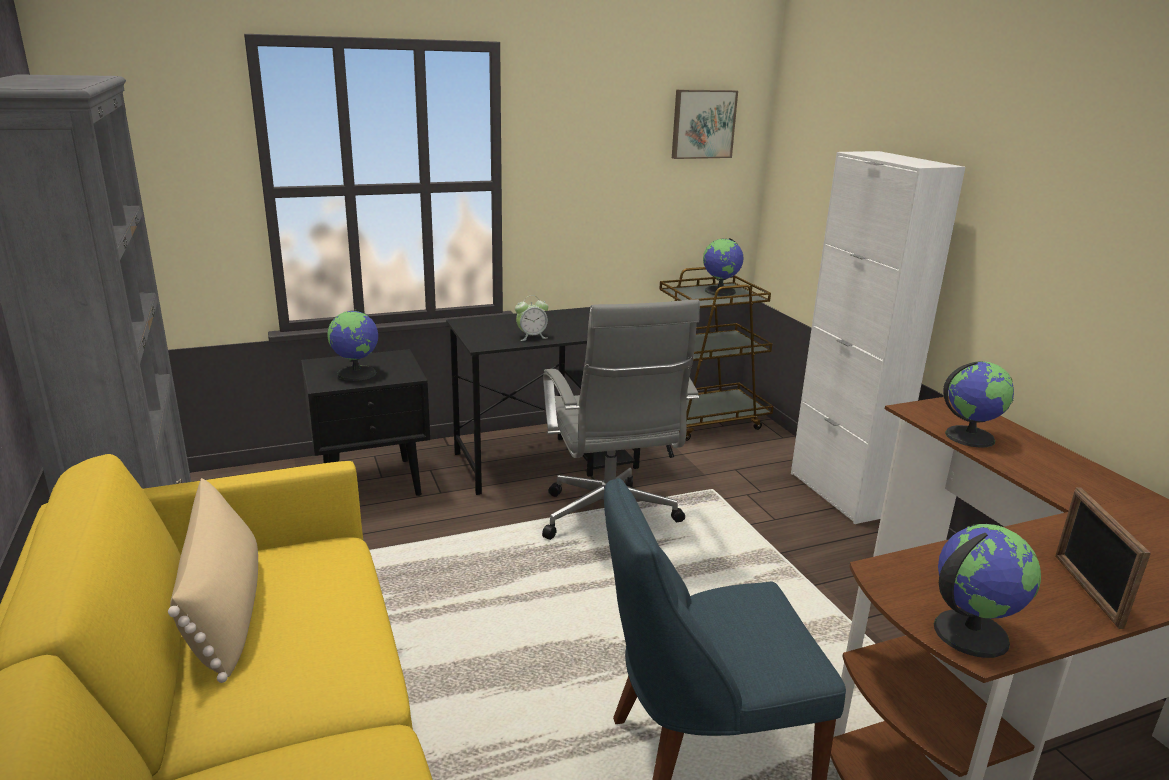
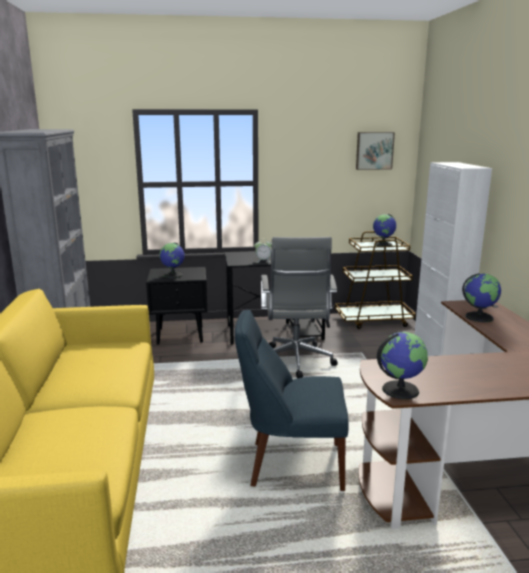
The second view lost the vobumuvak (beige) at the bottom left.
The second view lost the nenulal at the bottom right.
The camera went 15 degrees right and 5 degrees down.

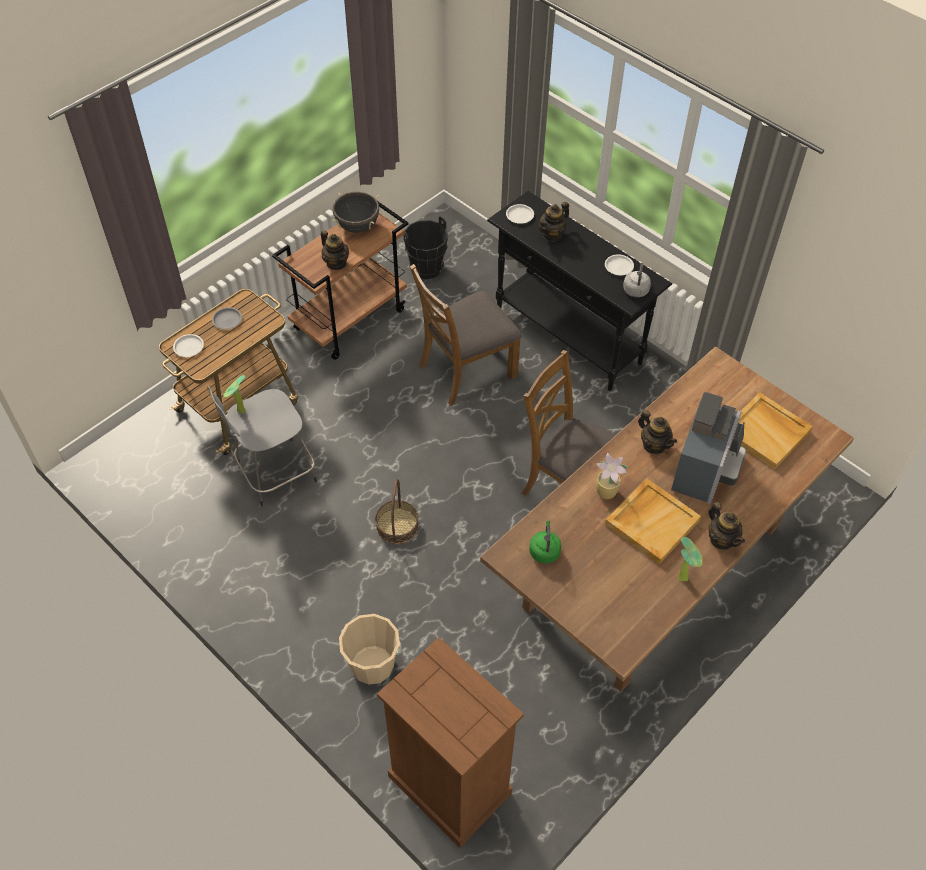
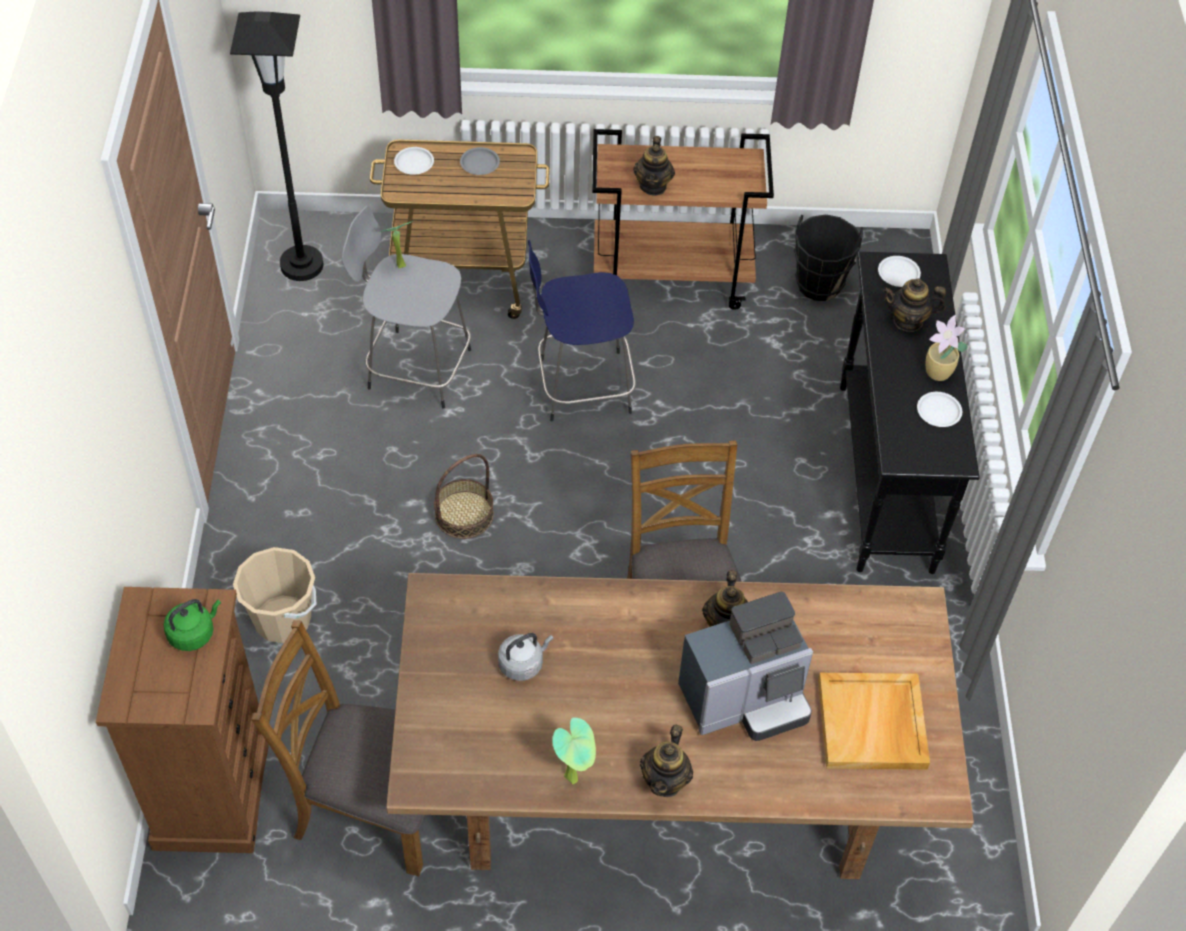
The second view lost the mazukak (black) at the top centre.
The second view lost the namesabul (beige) (no. 1 from left) at the middle right.
The second view gained the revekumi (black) at the top left.
The second view gained the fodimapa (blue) at the centre.
The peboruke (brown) (no. 1 from left) ended up elsewhere, having gone from the centre to the bottom left.
The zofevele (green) ended up elsewhere, having gone from the centre to the bottom left.
The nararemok (no. 2 from left in the first image) ended up elsewhere, having gone from the centre to the middle right.
The zofevele (grey) ended up elsewhere, having gone from the top right to the bottom centre.
The camera went 45 degrees right and 0 degrees up.

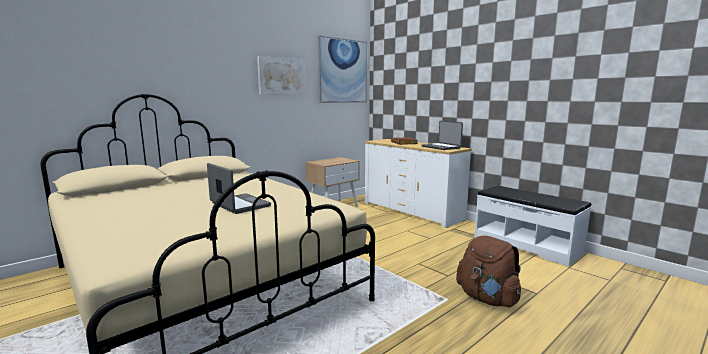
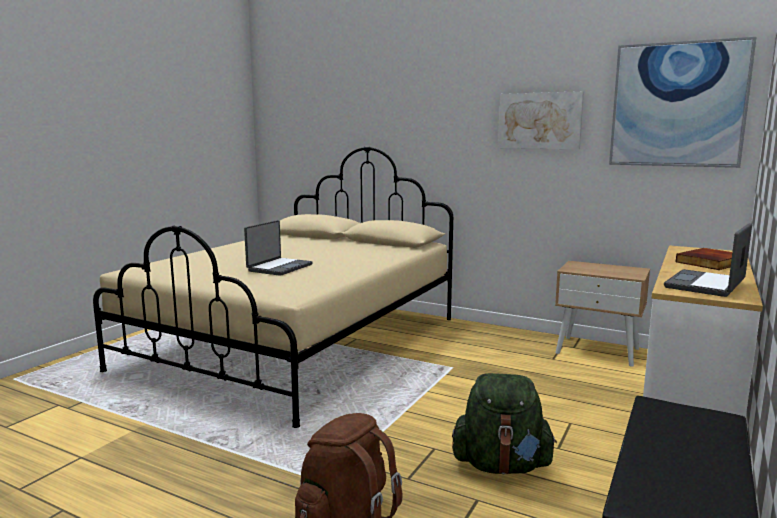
The second view gained the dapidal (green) at the bottom centre.
The camera went 70 degrees right and 0 degrees up.

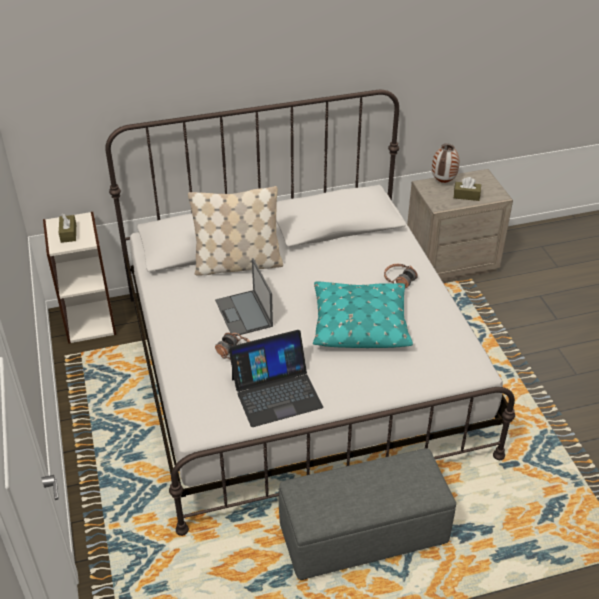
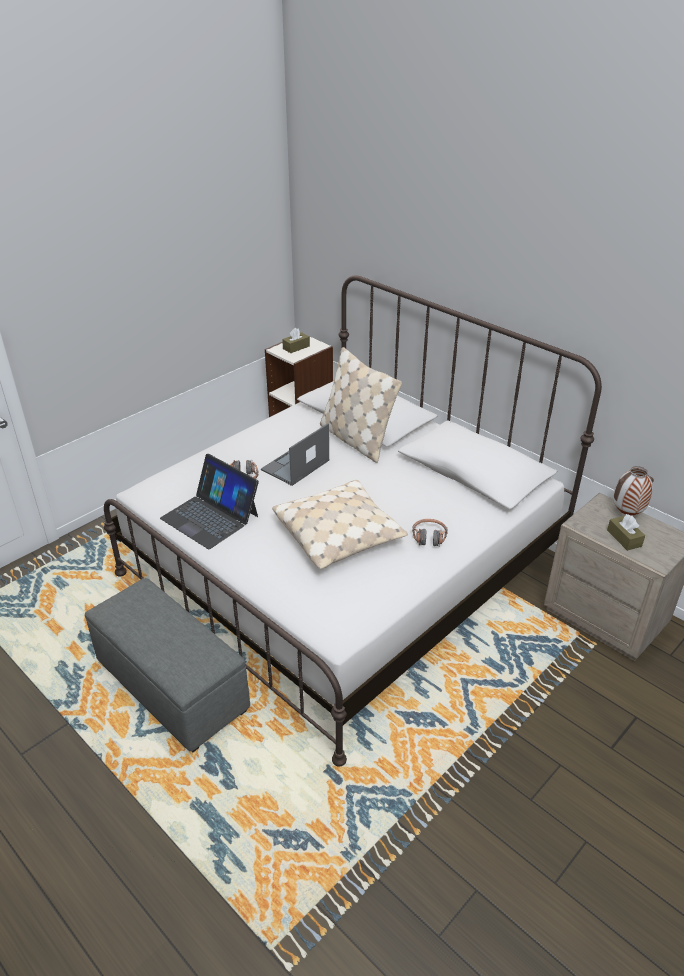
What was the vobumuvak (turquoise) at the centre turned into the vobumuvak (beige) (no. 1 from left) at the centre.
The camera went 60 degrees right and 5 degrees down.

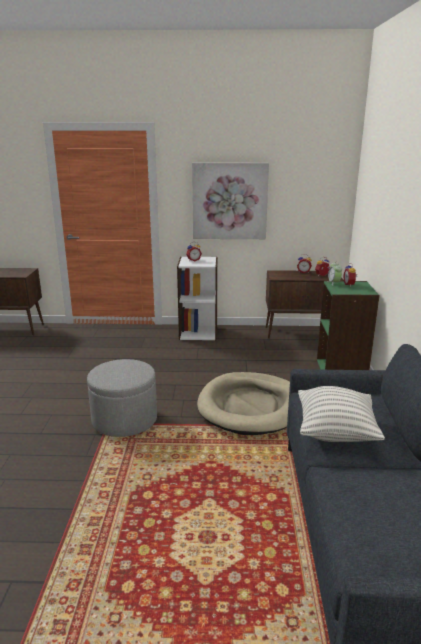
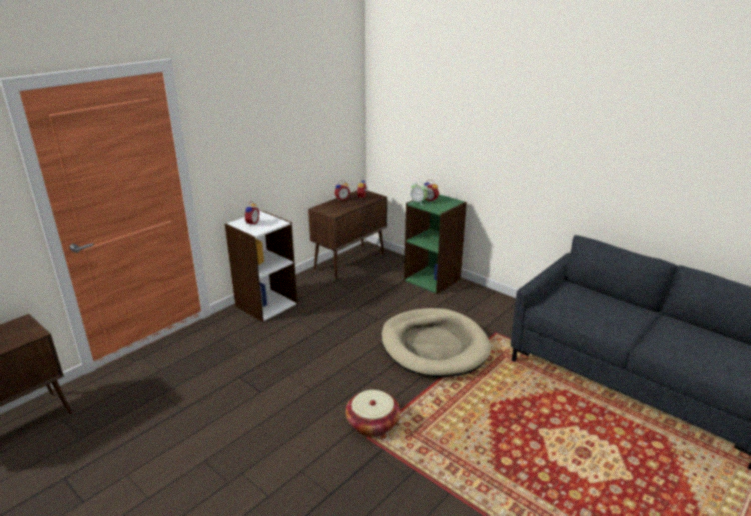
The second view lost the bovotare at the top centre.
The second view lost the vobumuvak at the middle right.
Where the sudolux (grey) stood at the middle left, the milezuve came to stand at the bottom centre.
The camera went 50 degrees left and 5 degrees up.

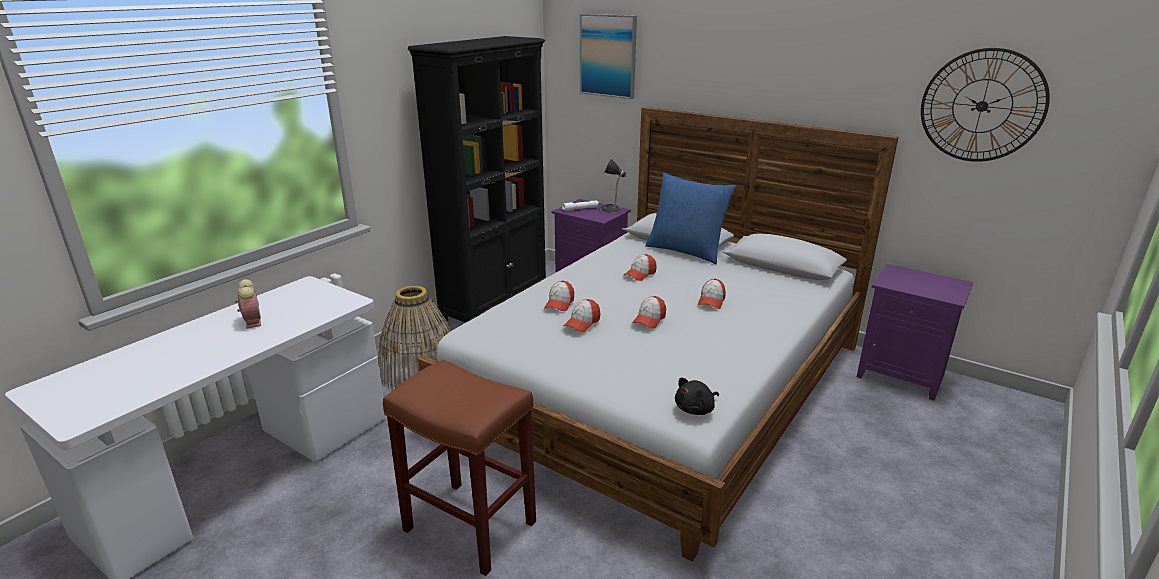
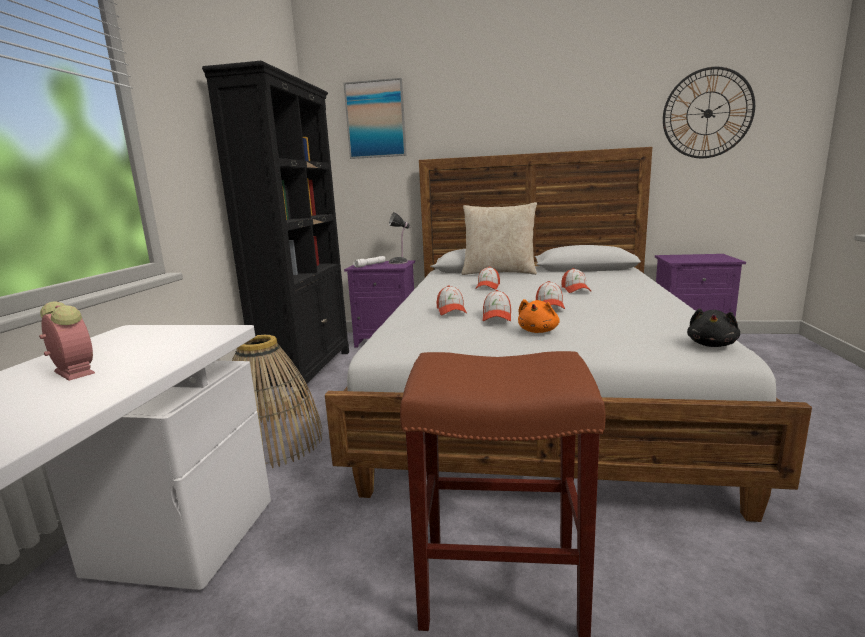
The second view gained the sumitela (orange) at the centre.
What was the vobumuvak (blue) at the centre turned into the vobumuvak (beige) at the centre.
The camera went 25 degrees left and 10 degrees down.

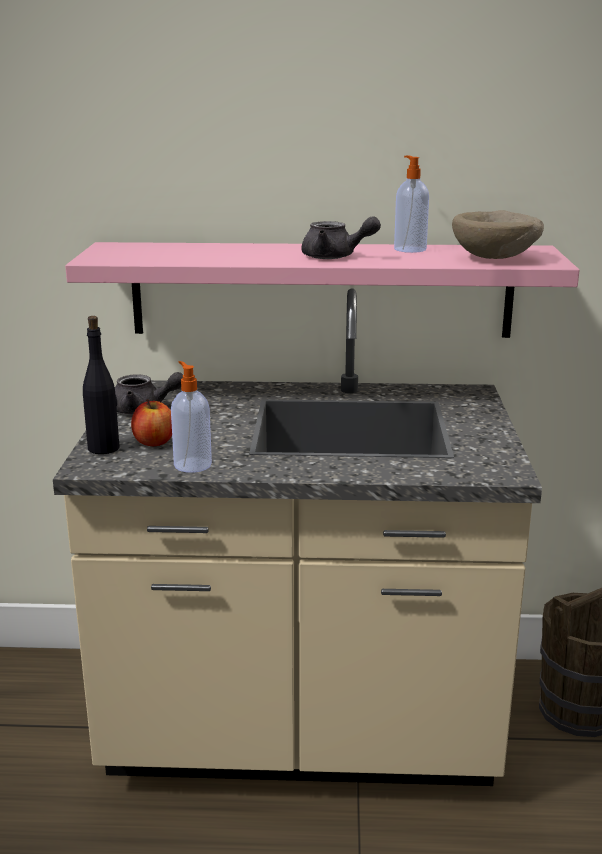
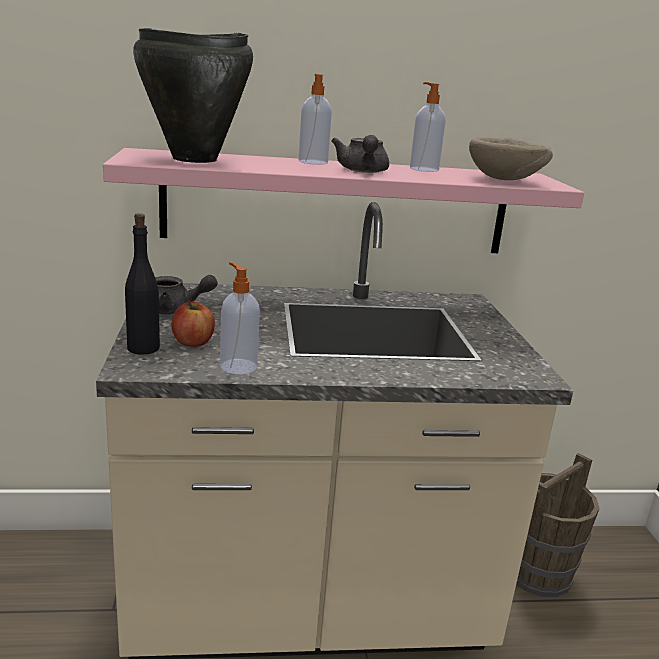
The second view gained the mazukak (black) at the top left.
The second view gained the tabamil (no. 2 from left) at the top centre.
The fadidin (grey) (no. 2 from left) at the top centre ended up facing another way, 75 degrees clockwise from before.
The camera went 10 degrees left and 0 degrees up.

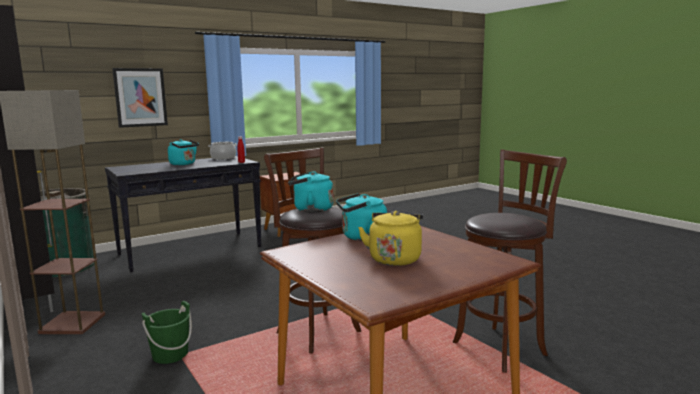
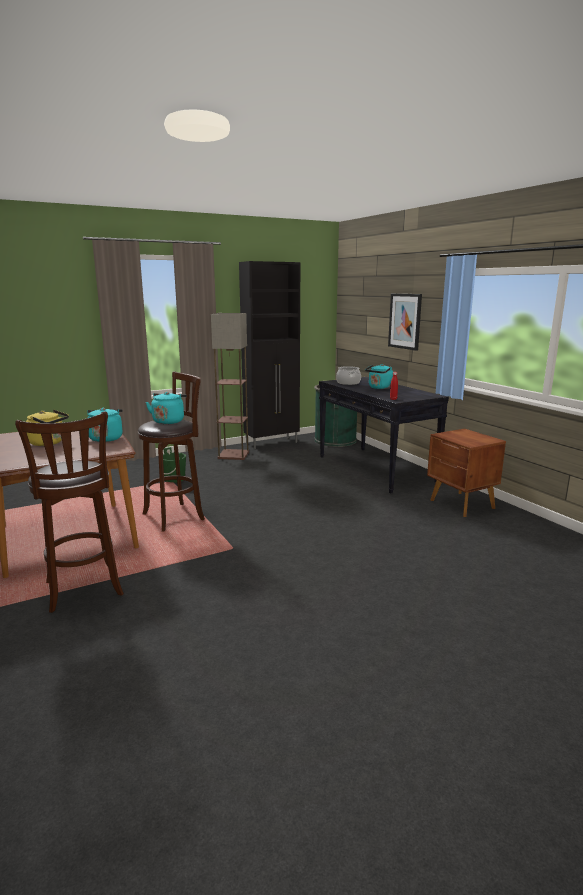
The mazukak ended up elsewhere, having gone from the middle left to the centre.
The camera went 95 degrees right and 5 degrees up.

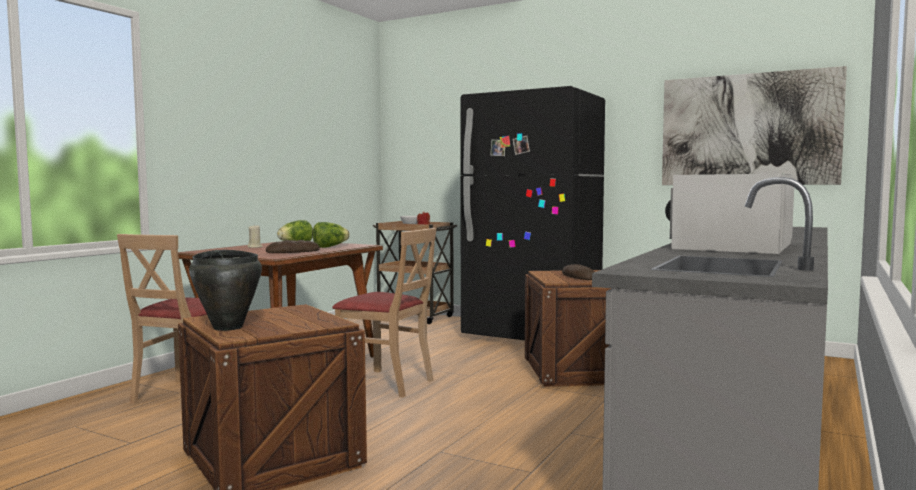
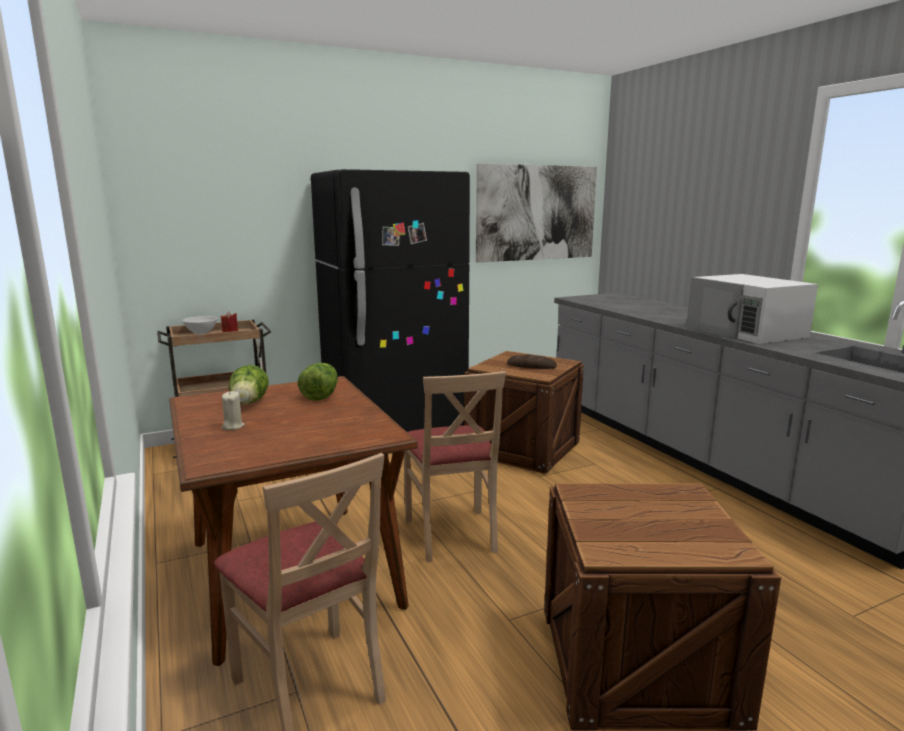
The second view lost the mazukak (black) at the middle left.
The second view lost the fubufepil (no. 1 from left) at the middle left.
The peboruke (beige) (no. 2 from left) at the centre ended up facing another way, 105 degrees clockwise from before.
The camera went 55 degrees left and 10 degrees up.

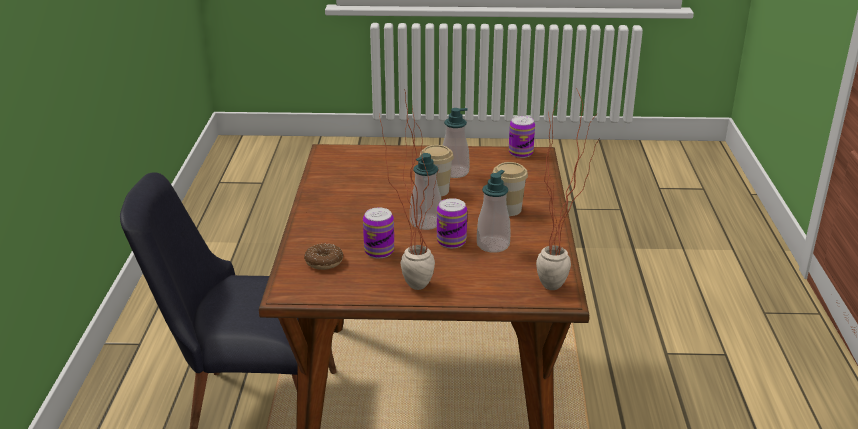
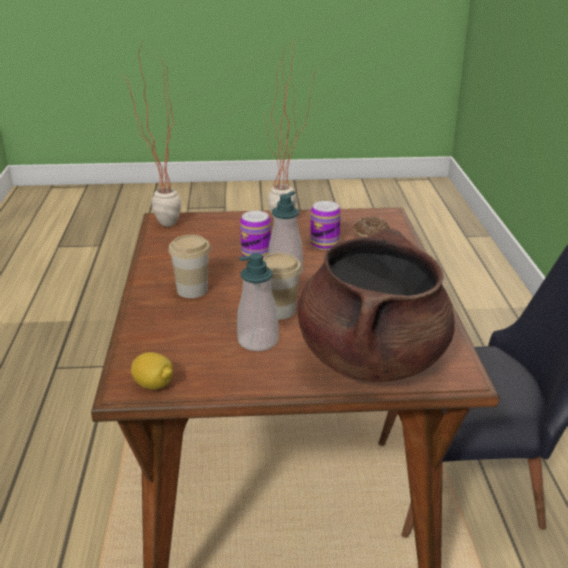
The second view lost the tabamil (no. 3 from left) at the centre.
The second view gained the mazukak (brown) at the centre.
Where the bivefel (no. 3 from left) stood at the top centre, the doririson came to stand at the middle left.
The camera went 175 degrees right and 0 degrees up.

